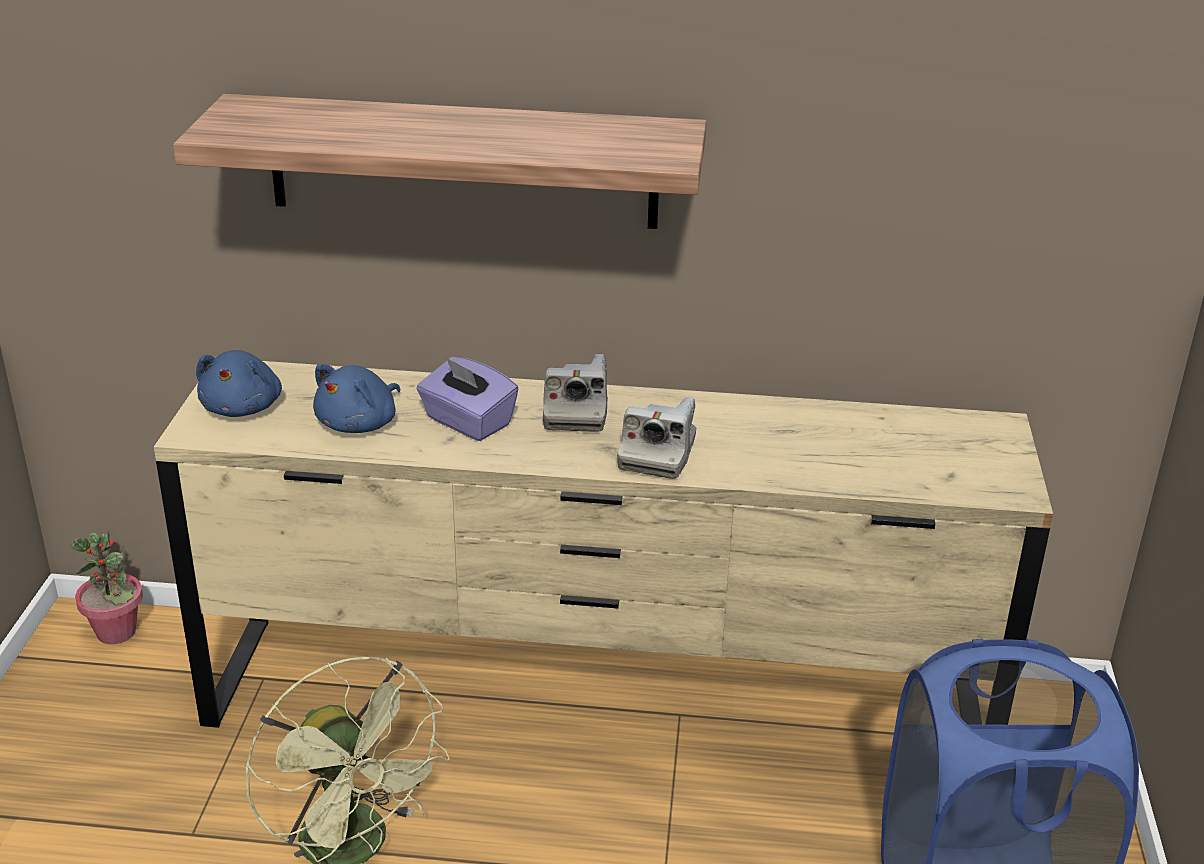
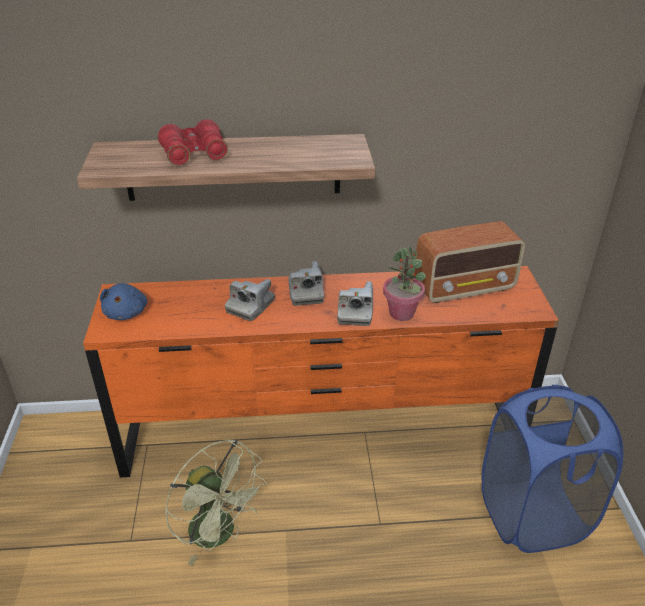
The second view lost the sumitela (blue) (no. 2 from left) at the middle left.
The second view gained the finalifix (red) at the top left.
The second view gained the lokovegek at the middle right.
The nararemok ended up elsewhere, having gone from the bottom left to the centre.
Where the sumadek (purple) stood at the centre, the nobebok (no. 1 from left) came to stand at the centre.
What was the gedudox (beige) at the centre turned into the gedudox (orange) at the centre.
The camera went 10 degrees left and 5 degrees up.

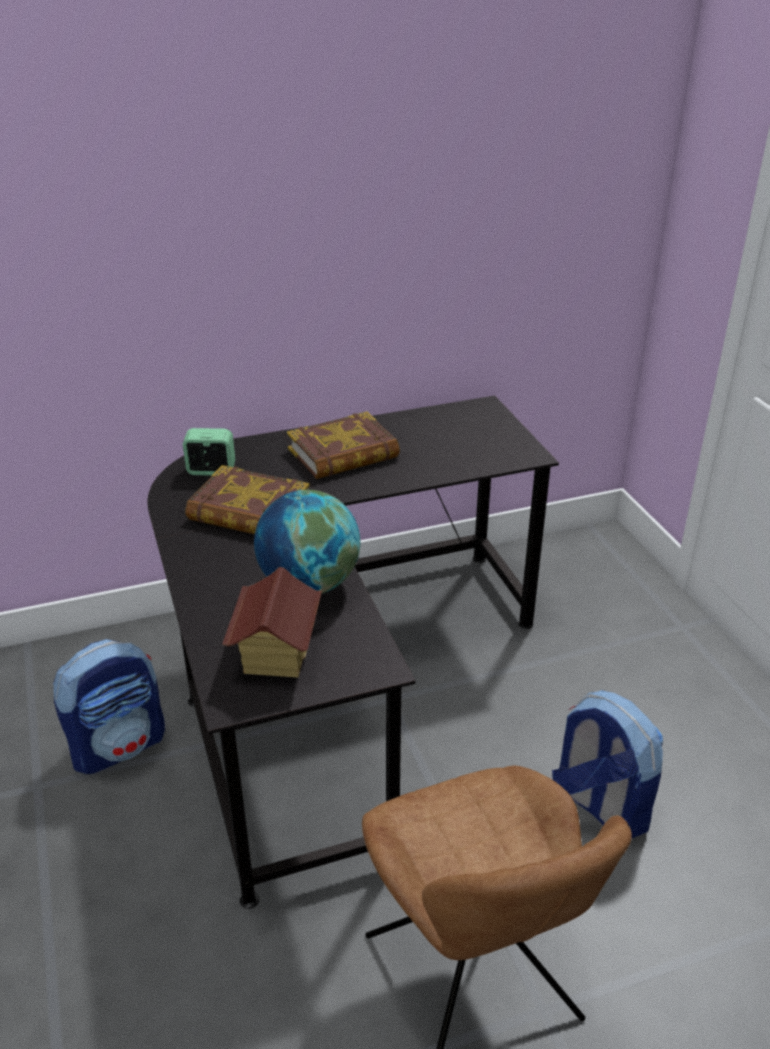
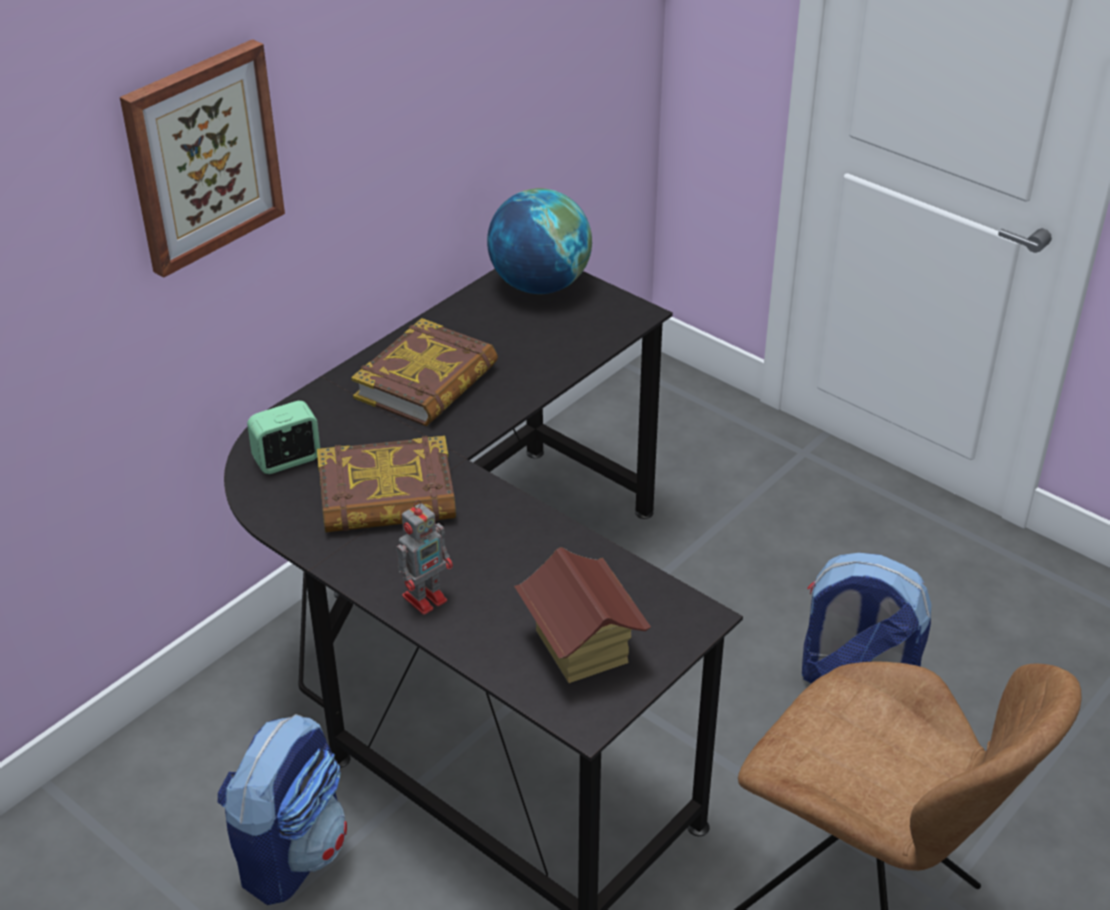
The second view gained the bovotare at the top left.
The second view gained the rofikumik at the centre.
The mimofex ended up elsewhere, having gone from the centre to the top centre.
The camera went 30 degrees left and 5 degrees up.

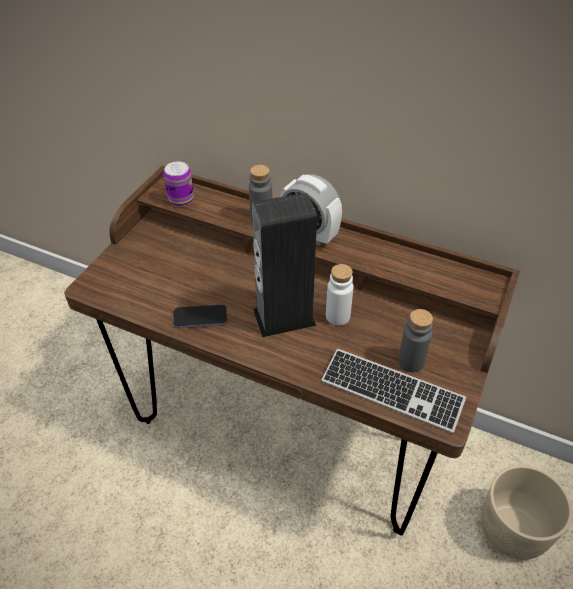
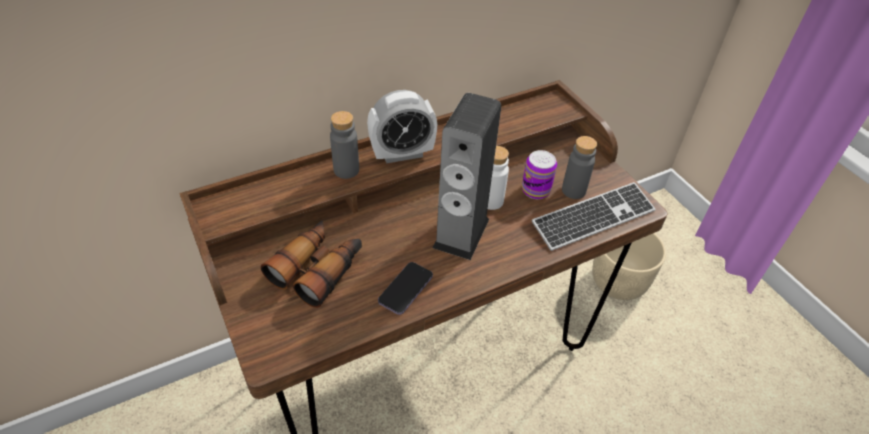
The second view gained the finalifix at the centre.
The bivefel ended up elsewhere, having gone from the top left to the centre.
The camera went 55 degrees left and 0 degrees up.

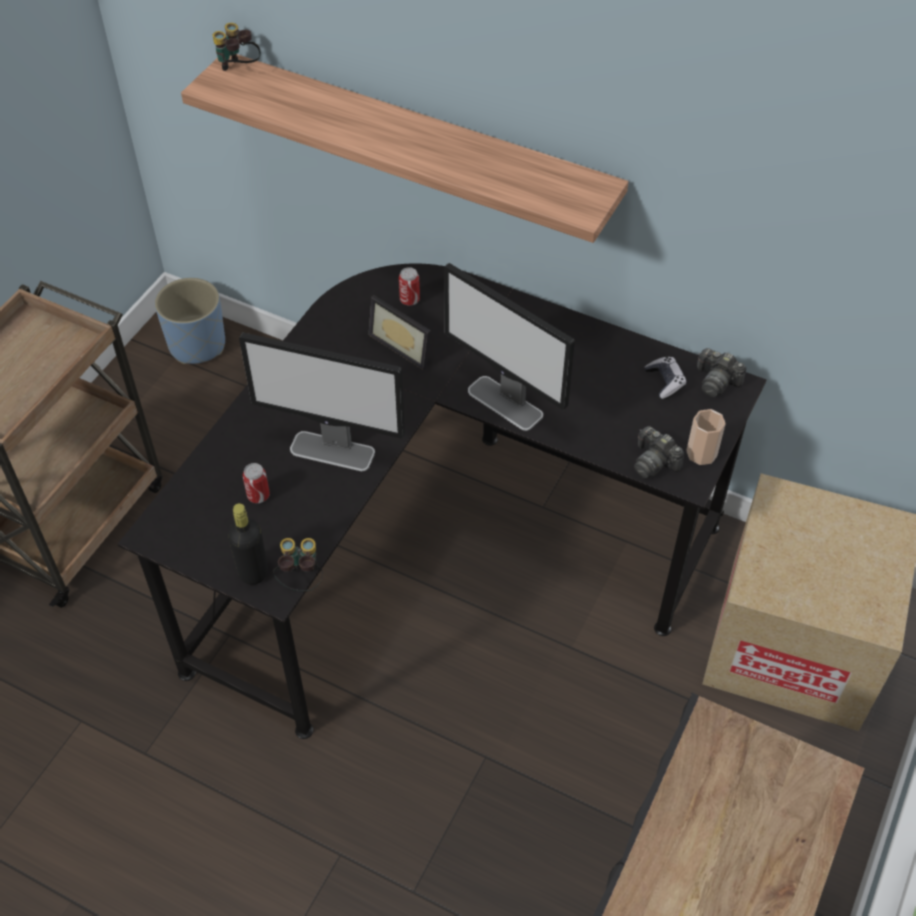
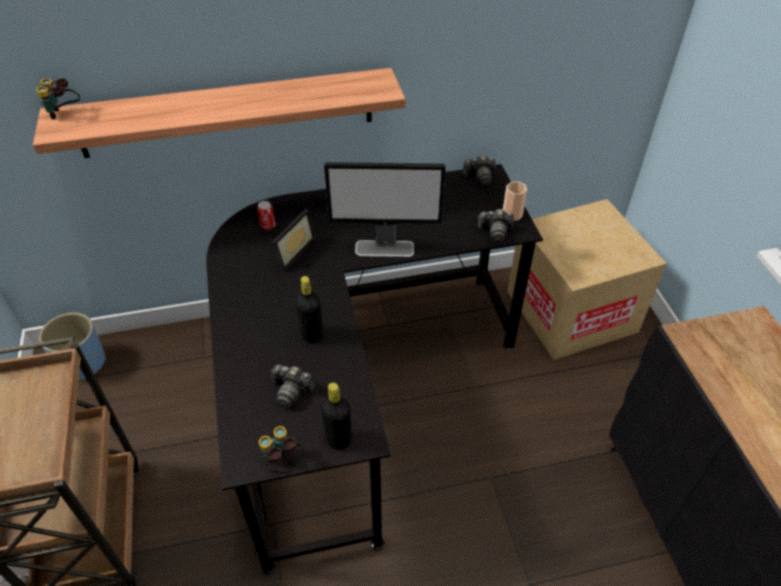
The second view lost the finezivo at the middle right.
The finalifix (no. 2 from left) ended up elsewhere, having gone from the middle left to the bottom centre.
Where the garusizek (no. 1 from left) stood at the centre, the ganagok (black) (no. 1 from left) came to stand at the centre.
Where the bivefel (no. 1 from left) stood at the middle left, the nobebok (no. 1 from left) came to stand at the centre.
The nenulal at the centre ended up facing another way, 60 degrees counterclockwise from before.
The camera went 40 degrees left and 5 degrees down.

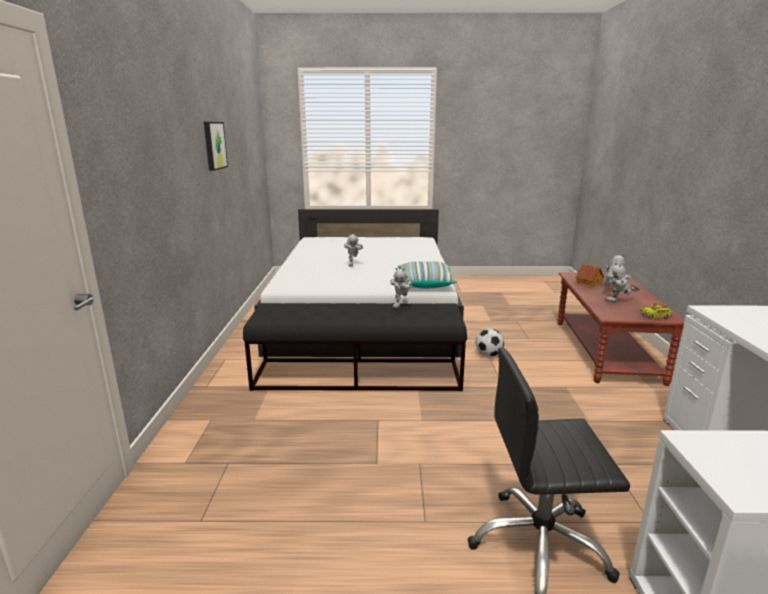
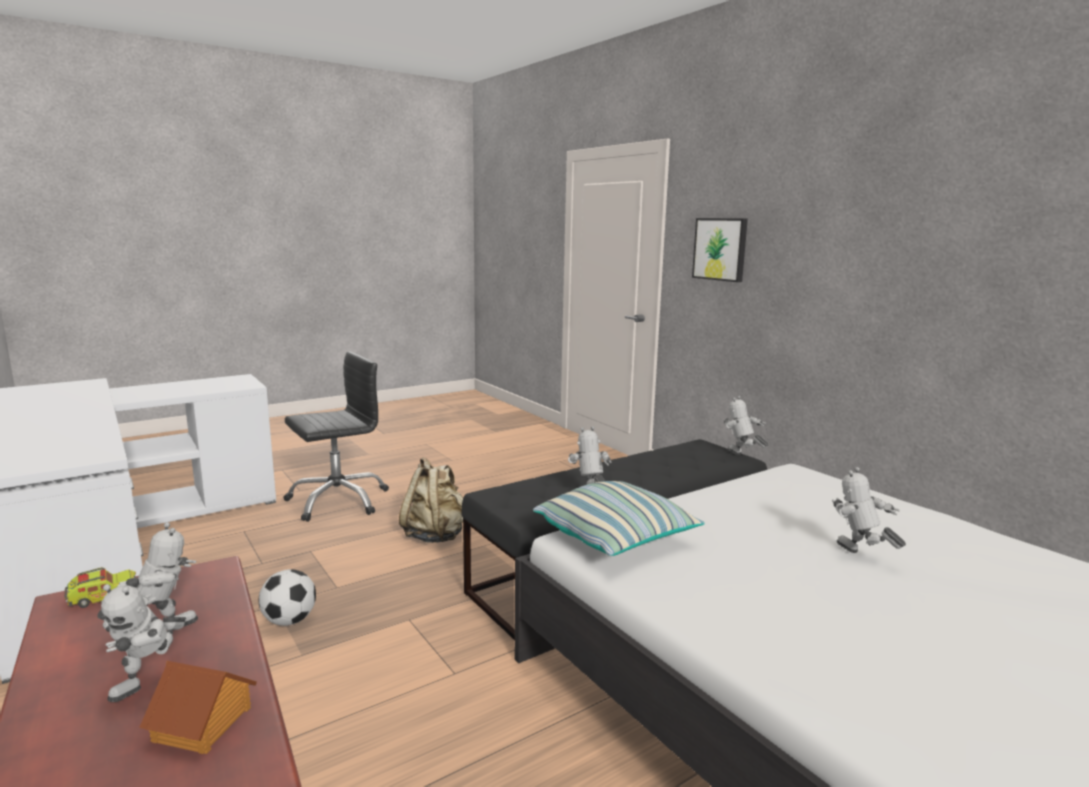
The second view gained the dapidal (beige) at the centre.
The second view gained the rofikumik (no. 4 from left) at the middle right.
The bovotare ended up elsewhere, having gone from the top left to the top centre.
The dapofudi ended up elsewhere, having gone from the centre to the bottom left.
The camera went 145 degrees right and 5 degrees down.

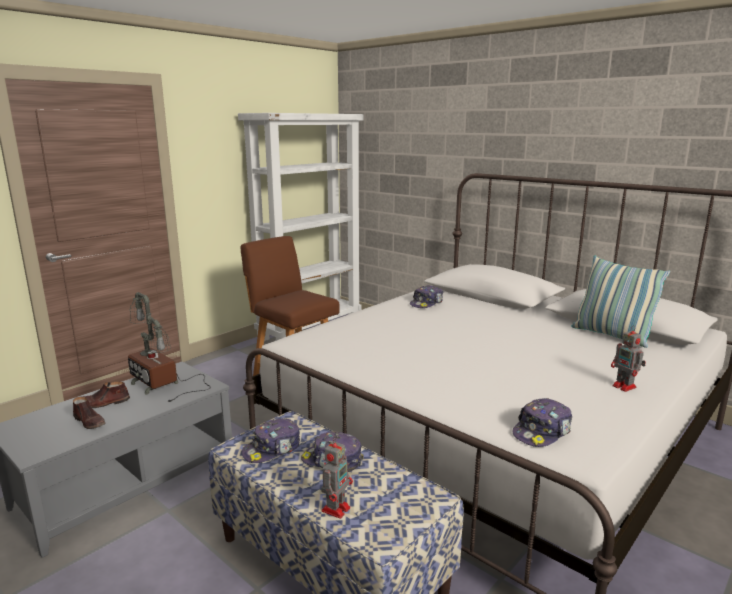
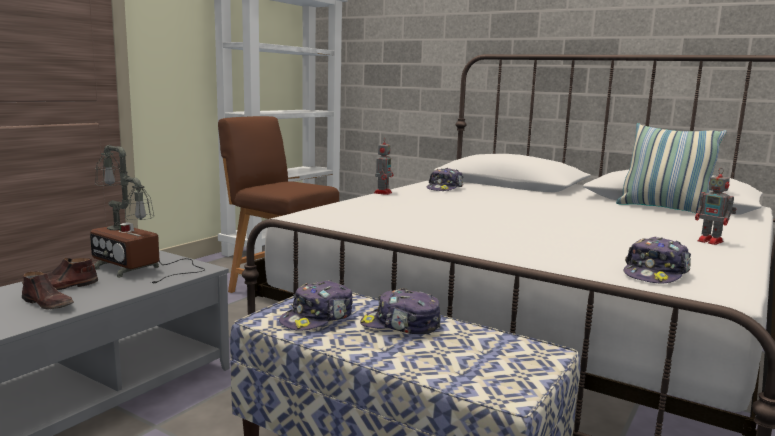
The rofikumik (no. 1 from left) ended up elsewhere, having gone from the bottom centre to the centre.
The camera went 10 degrees left and 5 degrees down.

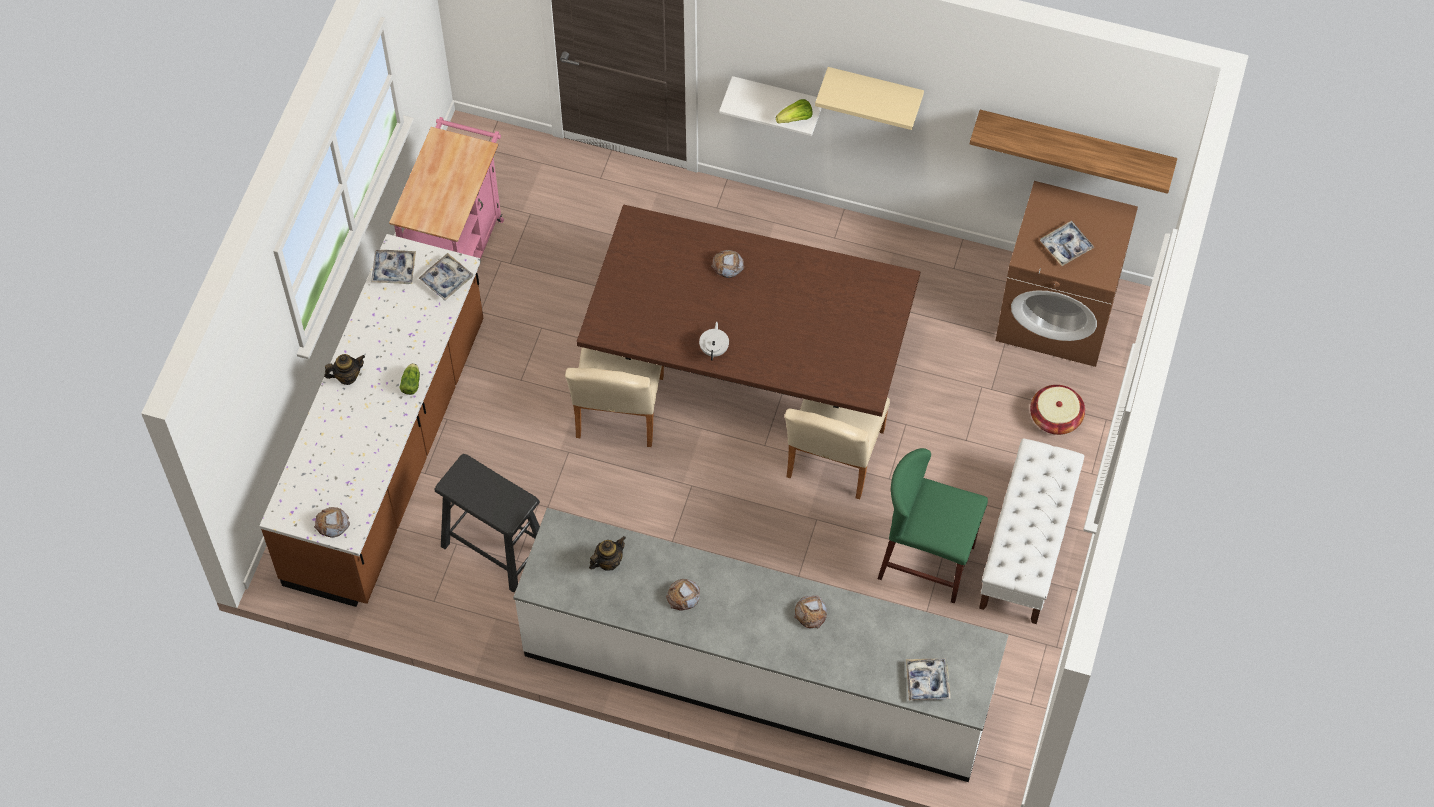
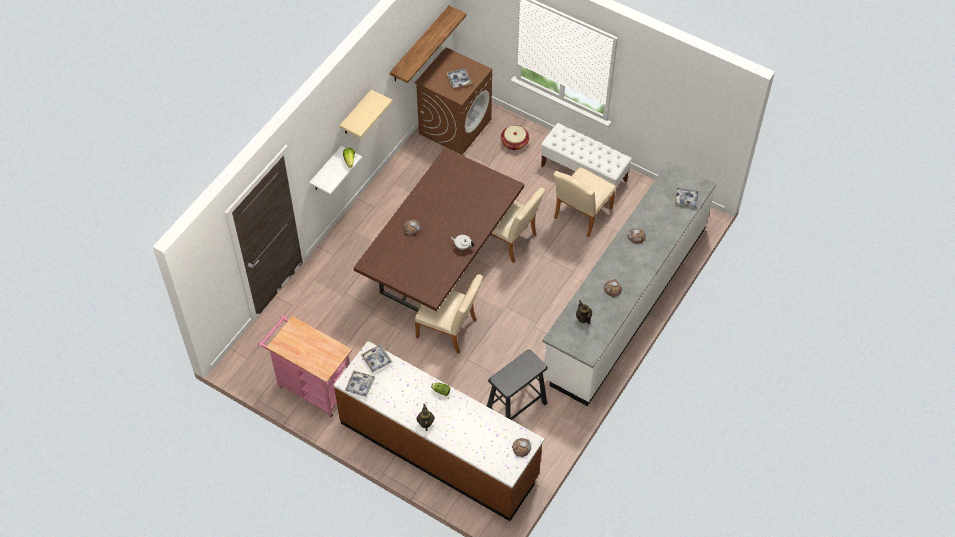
Where the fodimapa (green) stood at the centre, the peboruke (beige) (no. 3 from left) came to stand at the centre.
The camera went 75 degrees left and 5 degrees down.

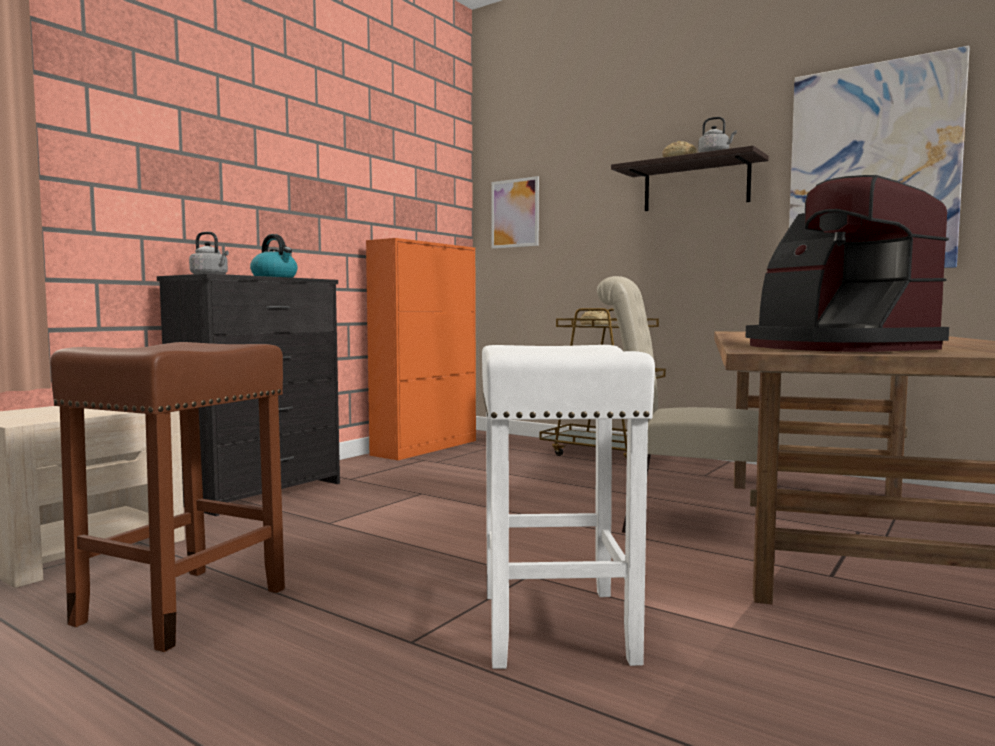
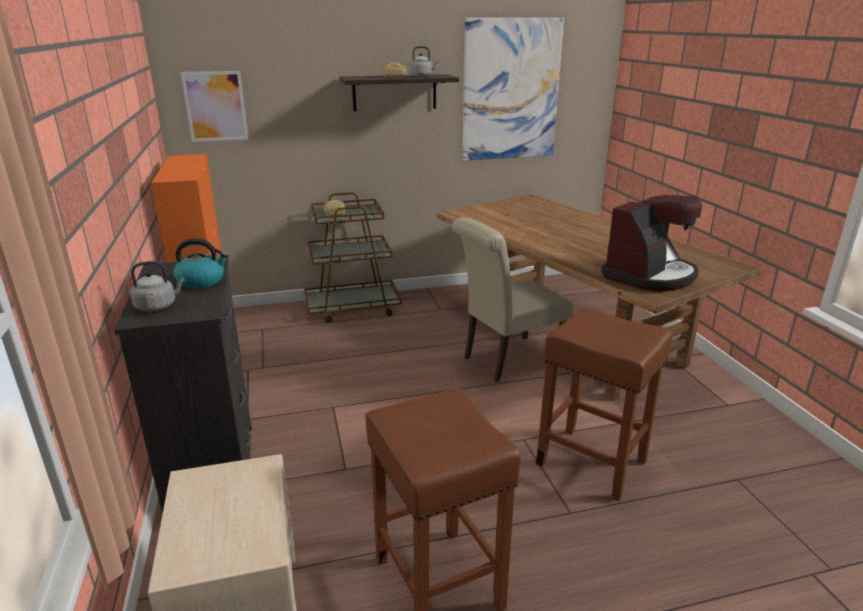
What was the fodimapa (white) at the bottom centre turned into the fodimapa (brown) (no. 2 from left) at the middle right.
The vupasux at the middle right ended up facing another way, 60 degrees counterclockwise from before.
The camera went 50 degrees left and 20 degrees up.

